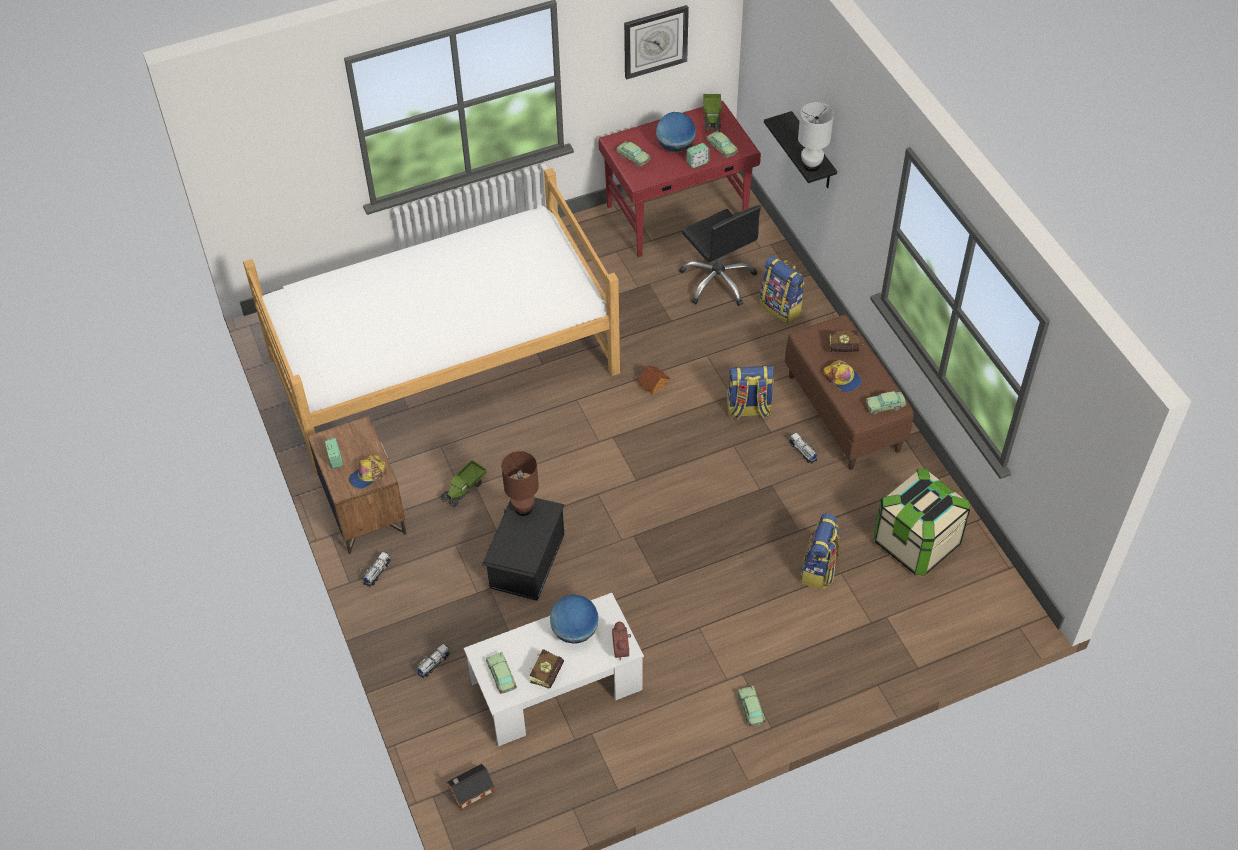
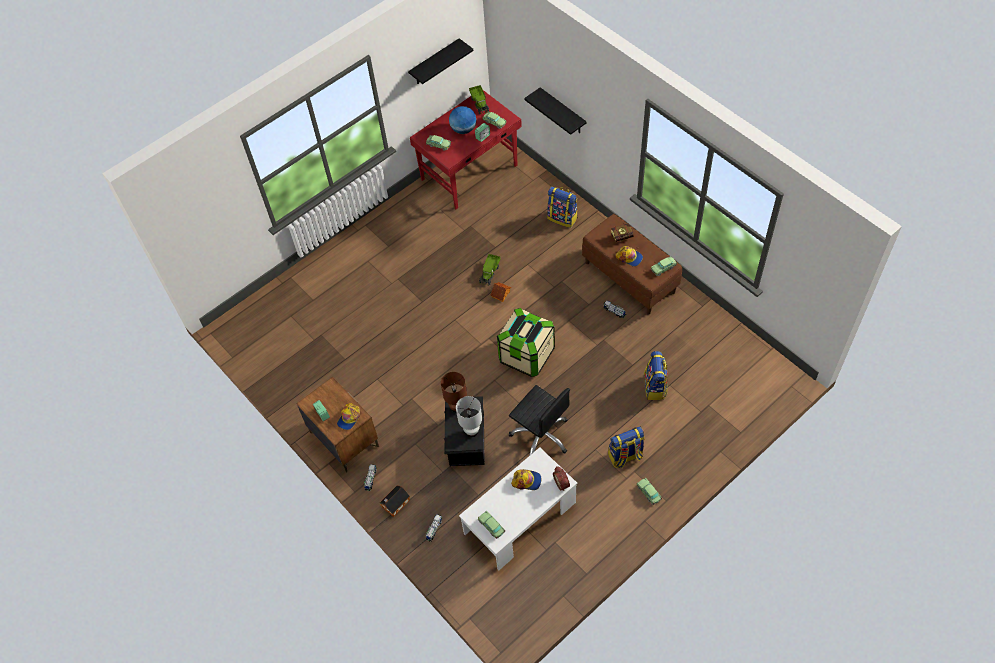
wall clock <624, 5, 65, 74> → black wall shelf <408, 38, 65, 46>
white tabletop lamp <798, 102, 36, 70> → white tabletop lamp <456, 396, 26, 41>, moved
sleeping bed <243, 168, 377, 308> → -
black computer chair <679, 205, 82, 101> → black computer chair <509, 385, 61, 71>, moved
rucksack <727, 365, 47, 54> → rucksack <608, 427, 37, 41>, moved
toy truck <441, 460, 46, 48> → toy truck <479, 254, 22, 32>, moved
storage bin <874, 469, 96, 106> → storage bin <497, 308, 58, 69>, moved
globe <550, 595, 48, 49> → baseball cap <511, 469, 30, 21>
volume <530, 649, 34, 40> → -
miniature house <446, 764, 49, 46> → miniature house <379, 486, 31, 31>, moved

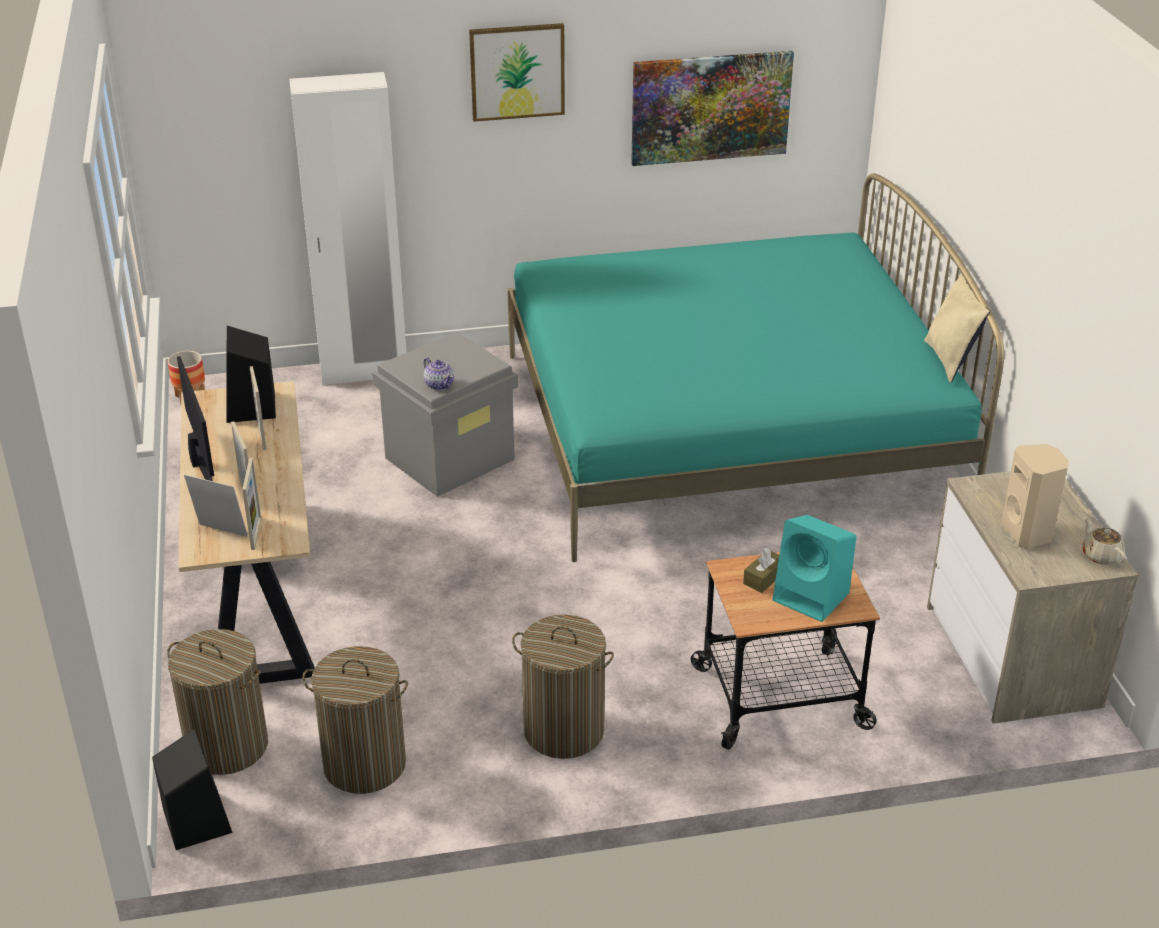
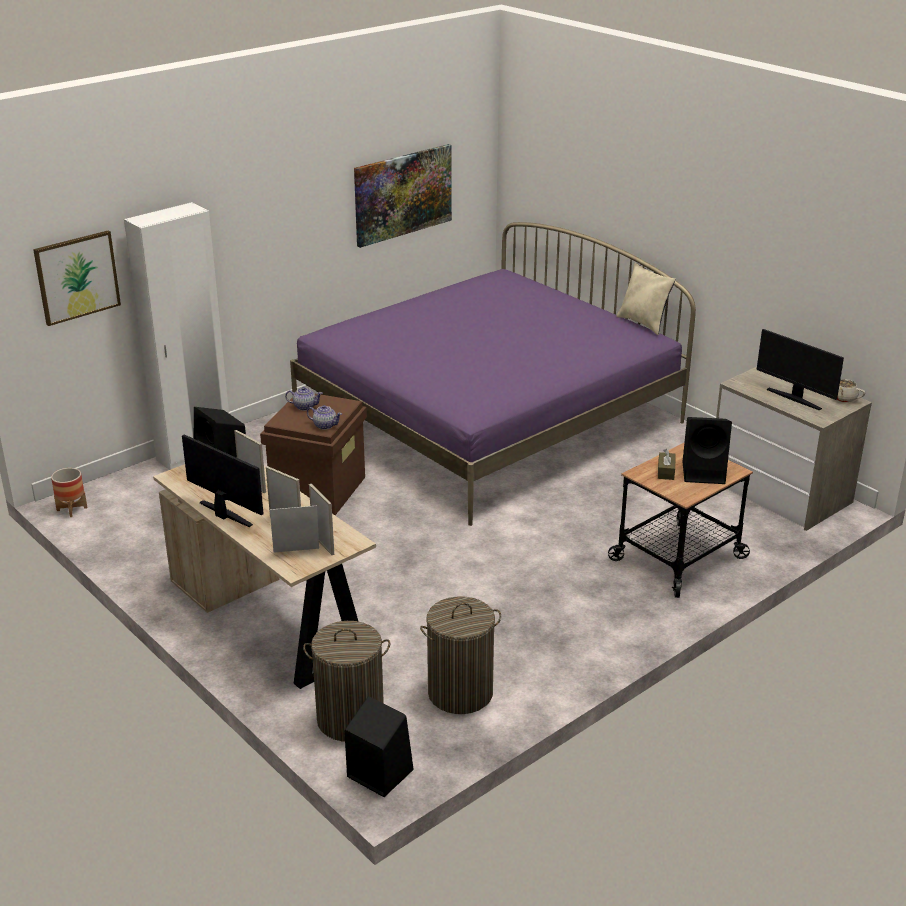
wall art <469, 23, 96, 99> → wall art <33, 231, 88, 95>, moved
turquoise sleeping bed <507, 173, 497, 389> → purplish sleeping bed <290, 222, 406, 304>
gray storage bin <373, 332, 145, 165> → brown storage bin <260, 393, 107, 122>
beige loudspeaker <1001, 444, 68, 105> → monitor <756, 329, 88, 82>
turquoise loudspeaker <772, 515, 85, 107> → black loudspeaker <683, 417, 49, 67>
washing basket <512, 614, 102, 145> → -
- → pot for tea <285, 387, 38, 24>

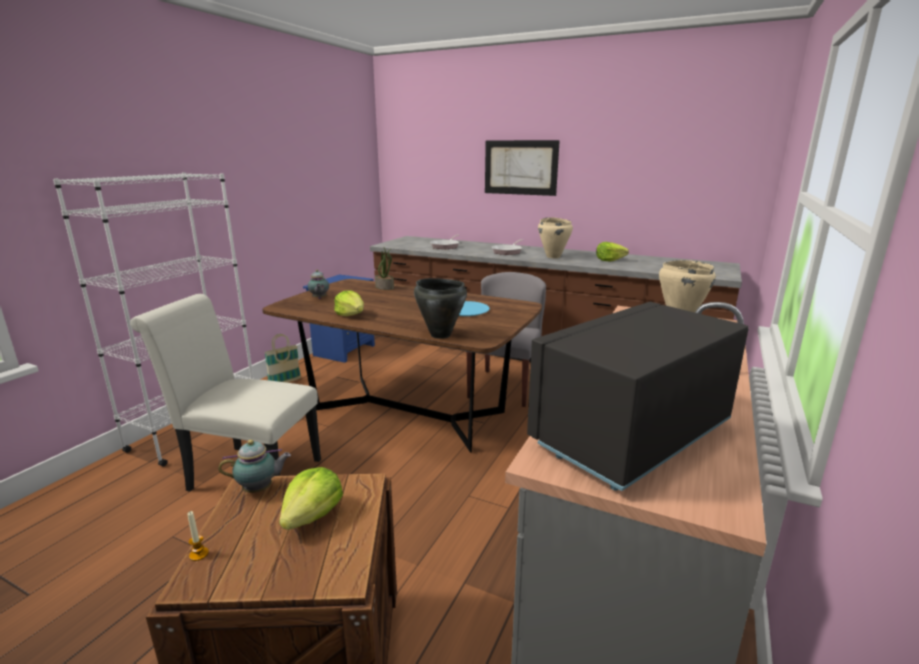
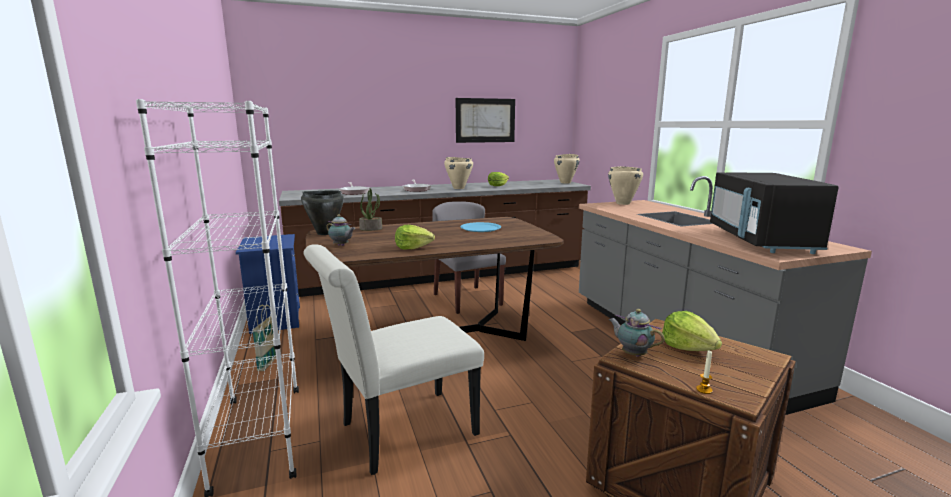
wall art <485, 140, 75, 56> → wall art <456, 98, 59, 45>, moved
black cooking pot <414, 278, 53, 61> → black cooking pot <301, 190, 43, 45>, moved
pot for tea <218, 439, 73, 54> → pot for tea <609, 309, 56, 48>, 75 degrees counterclockwise
- → beige cooking pot <554, 154, 26, 29>

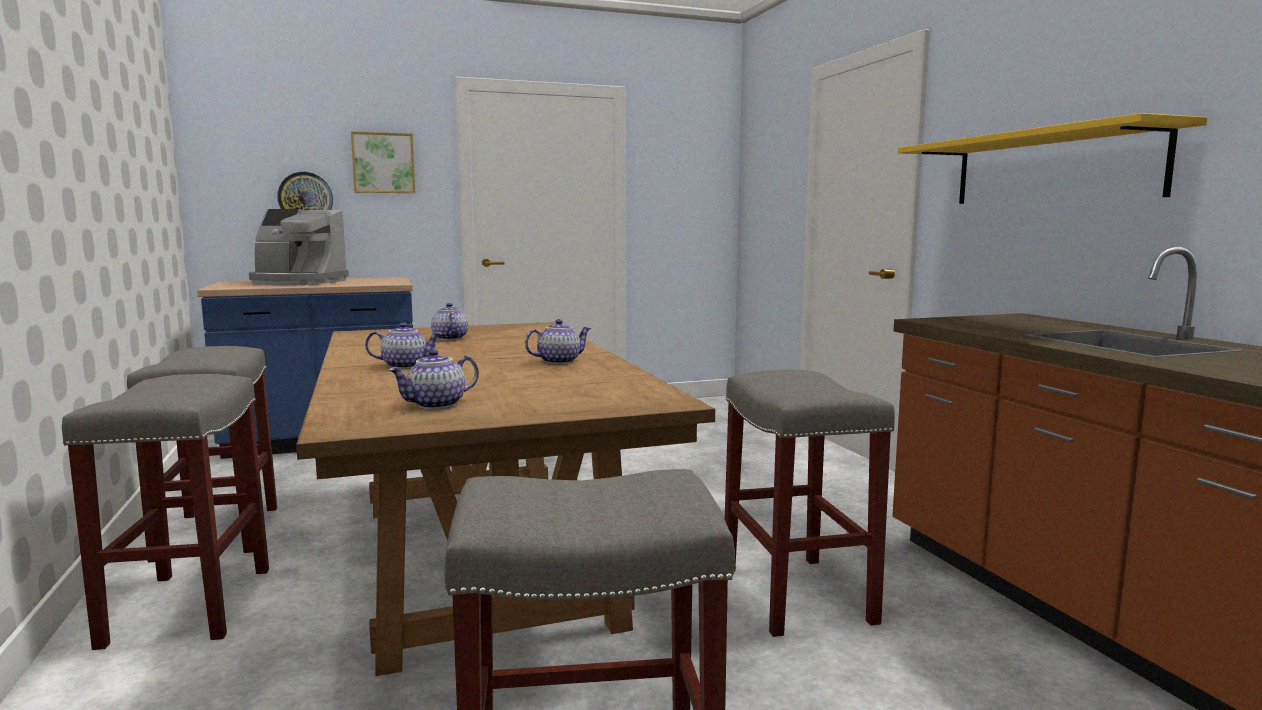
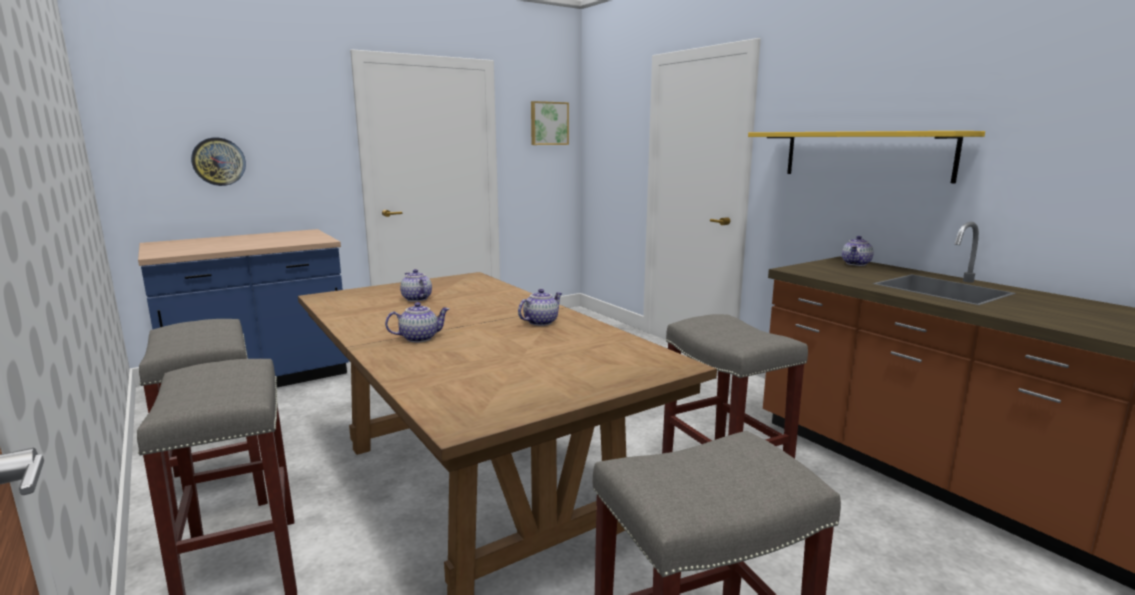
wall art <351, 131, 64, 62> → wall art <531, 101, 38, 44>, moved
coffee maker <249, 209, 100, 76> → -
pot for tea <388, 350, 91, 59> → pot for tea <842, 236, 32, 30>, moved

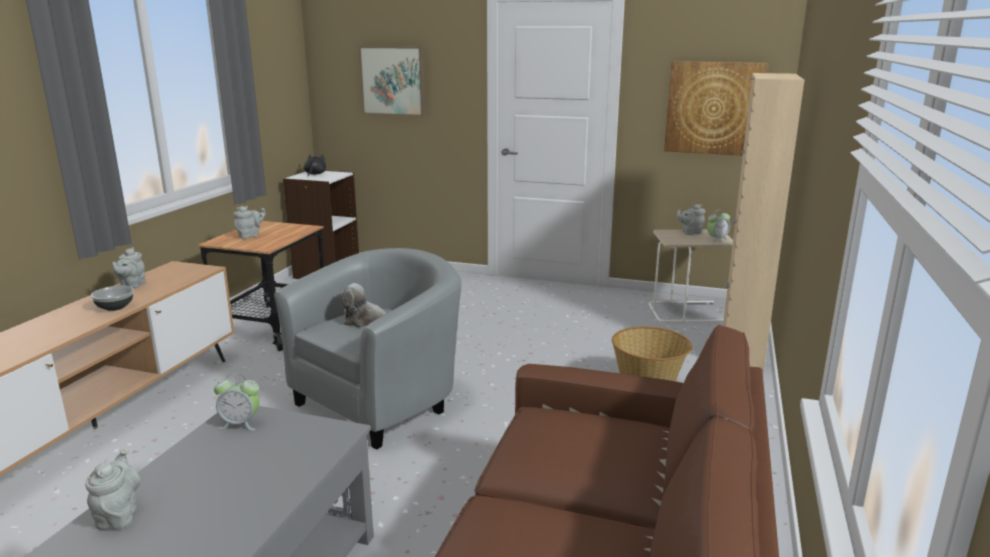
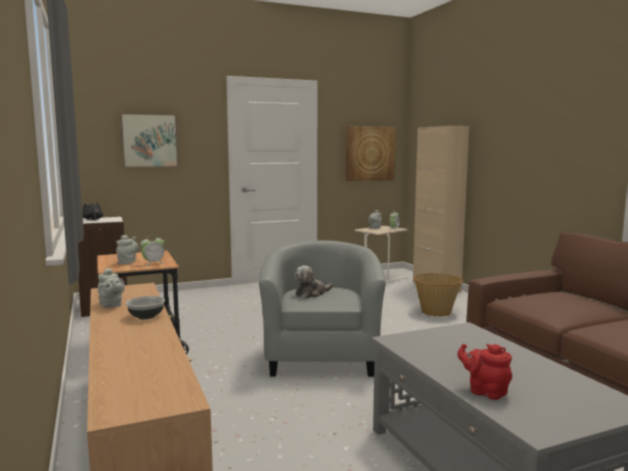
table clock <214, 374, 45, 56> → table clock <140, 238, 25, 28>, moved
gray pot for tea <85, 448, 56, 82> → reddish pot for tea <457, 344, 55, 56>

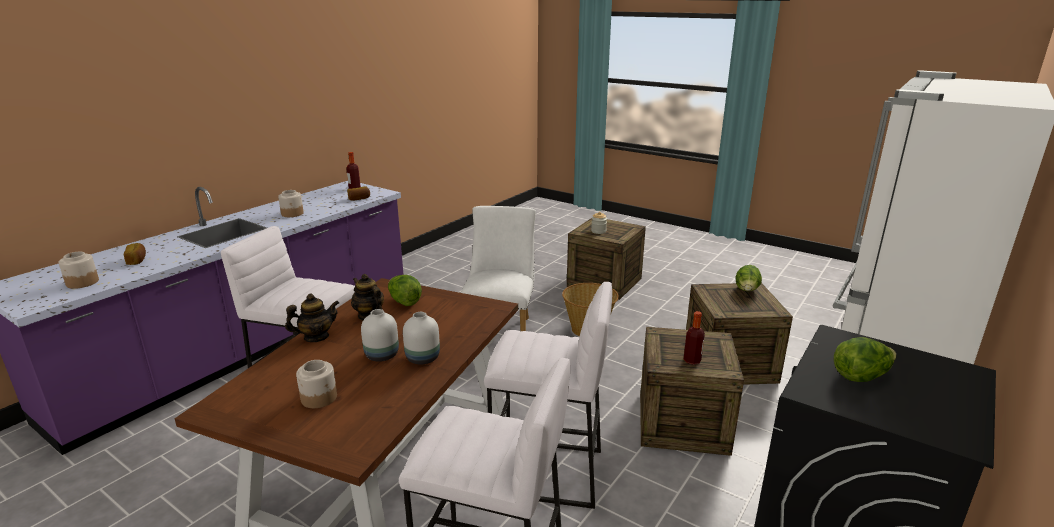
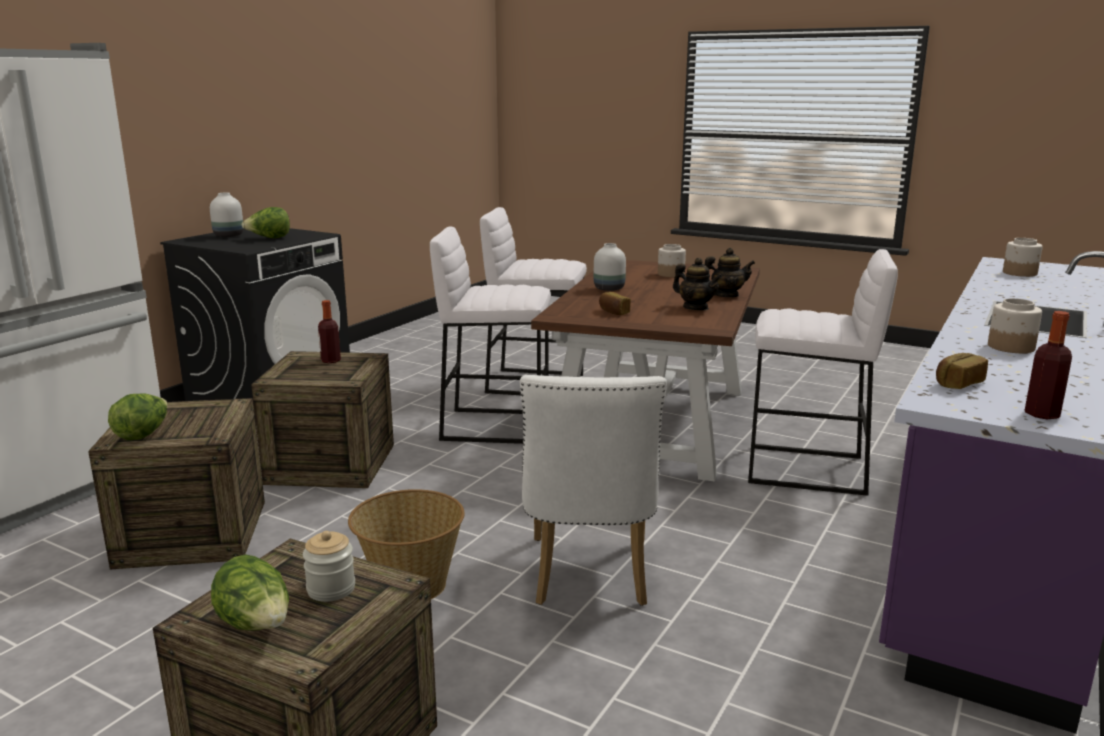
bakery bread <124, 243, 22, 22> → bakery bread <599, 292, 32, 23>, moved
lettuce head <388, 275, 34, 31> → lettuce head <211, 554, 78, 77>, moved
pot for tea <285, 293, 54, 49> → pot for tea <705, 248, 50, 49>, 150 degrees counterclockwise
white flower vase <361, 309, 38, 53> → white flower vase <210, 192, 34, 45>, moved

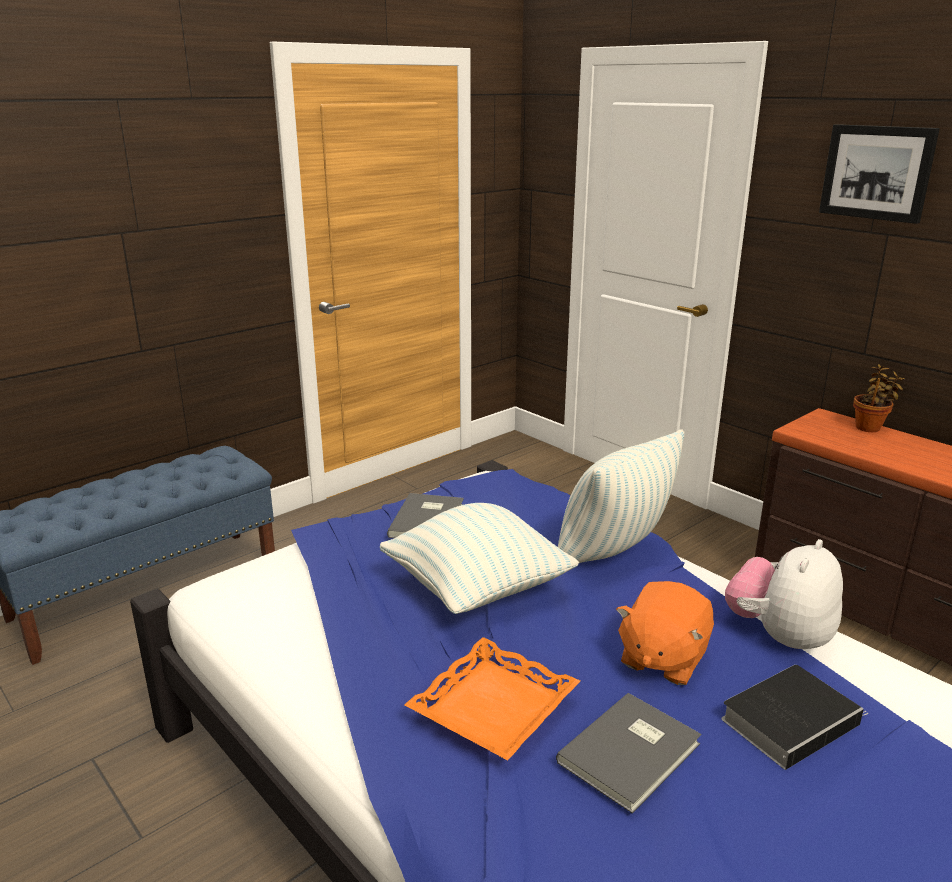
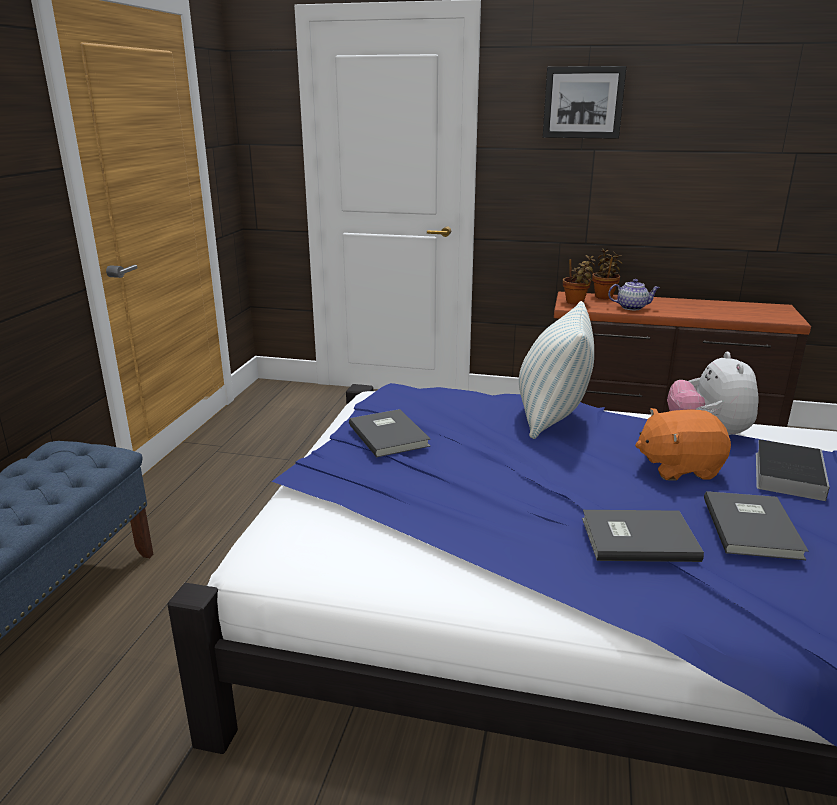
pillow <380, 503, 199, 111> → -
orangey soft toy <616, 581, 98, 104> → orangey soft toy <635, 408, 96, 72>, 90 degrees clockwise
orangey tray <404, 637, 176, 123> → gray volume <582, 510, 122, 52>
- → plant in a pot <563, 255, 33, 50>
- → pot for tea <608, 279, 52, 31>

